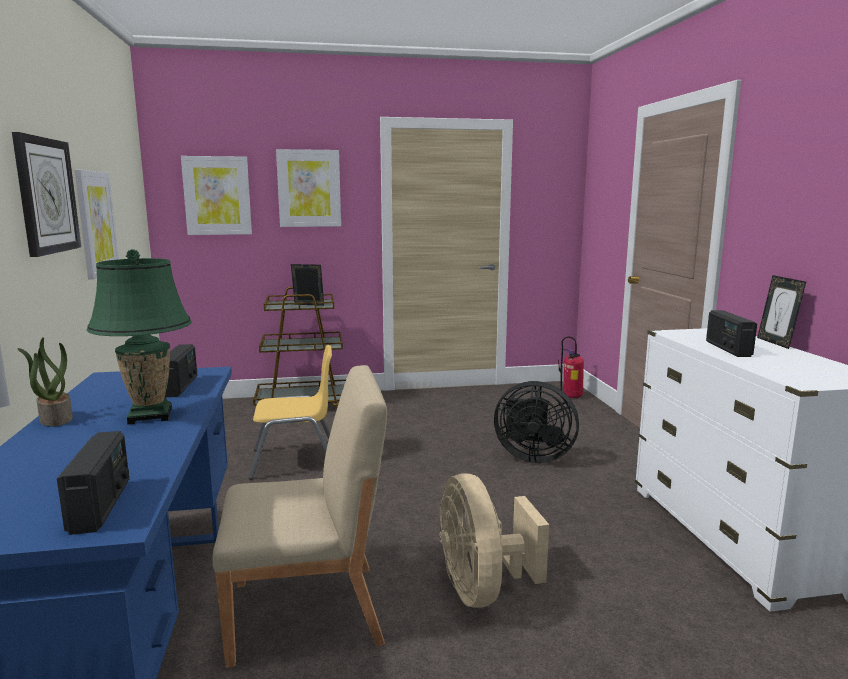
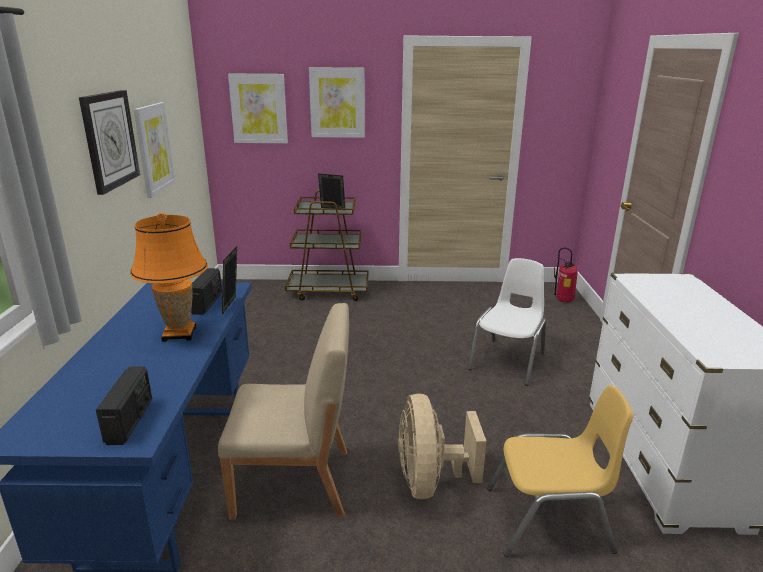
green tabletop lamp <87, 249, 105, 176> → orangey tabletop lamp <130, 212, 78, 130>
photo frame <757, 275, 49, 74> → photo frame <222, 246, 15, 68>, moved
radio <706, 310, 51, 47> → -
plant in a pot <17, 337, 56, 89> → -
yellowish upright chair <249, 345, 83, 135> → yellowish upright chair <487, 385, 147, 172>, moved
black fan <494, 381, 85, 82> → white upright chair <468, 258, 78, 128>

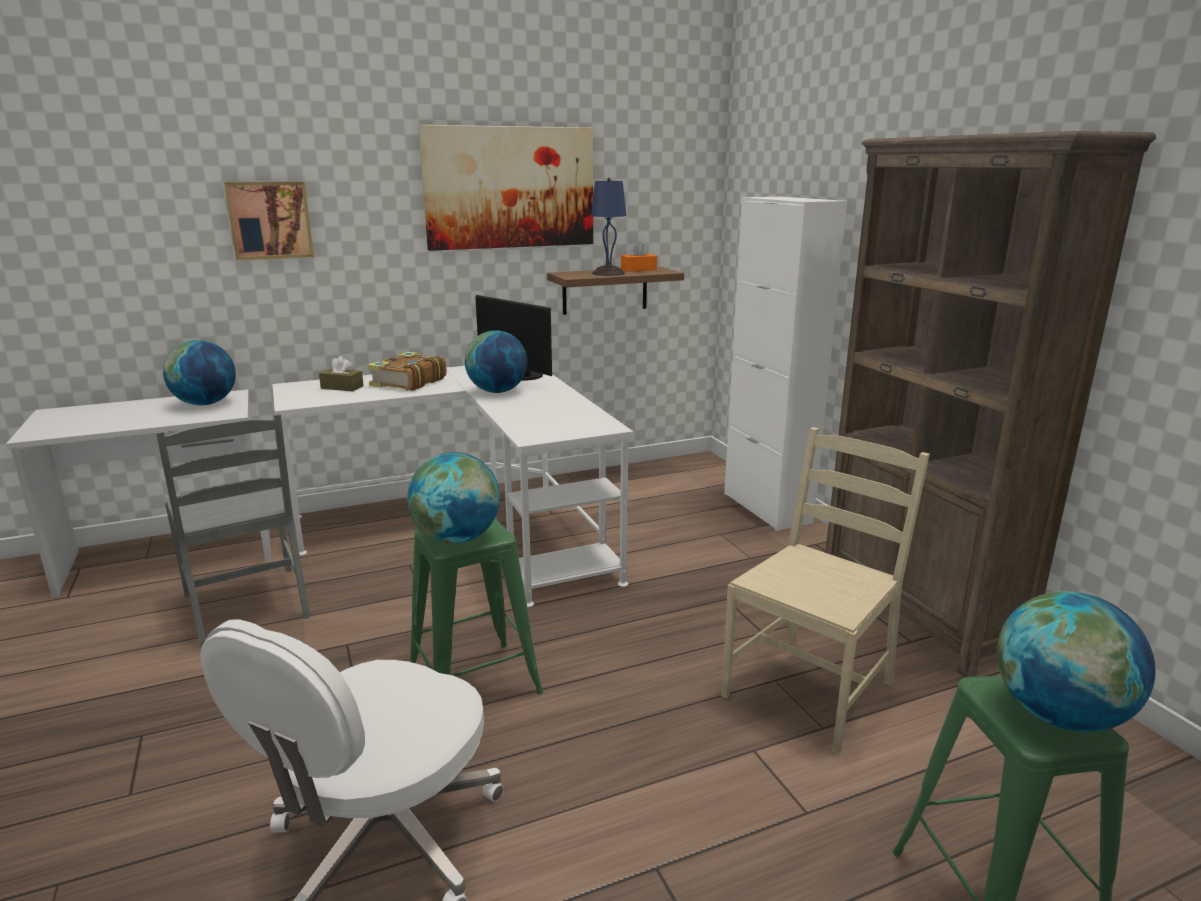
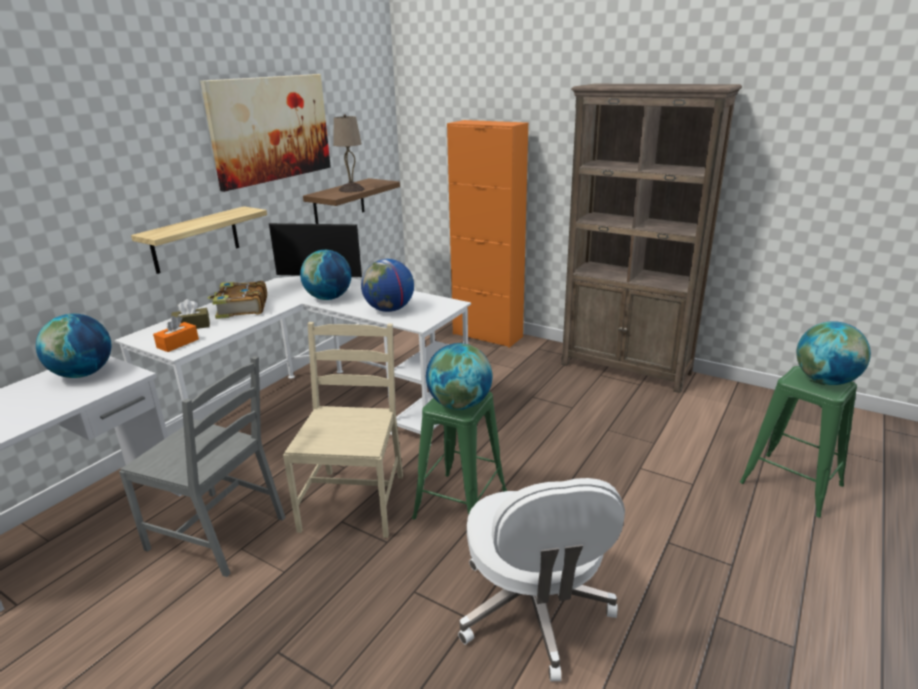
bluish tabletop lamp <591, 178, 35, 98> → beige tabletop lamp <333, 114, 32, 78>
wall art <224, 181, 90, 79> → -
white storage cabinet <724, 197, 123, 334> → orangey storage cabinet <447, 120, 81, 228>
orangey tissue box <621, 242, 36, 30> → orangey tissue box <153, 316, 46, 36>, moved
beige upright chair <721, 427, 209, 328> → beige upright chair <283, 322, 120, 216>, moved
- → wall shelf <131, 206, 136, 68>
- → globe <361, 259, 53, 53>

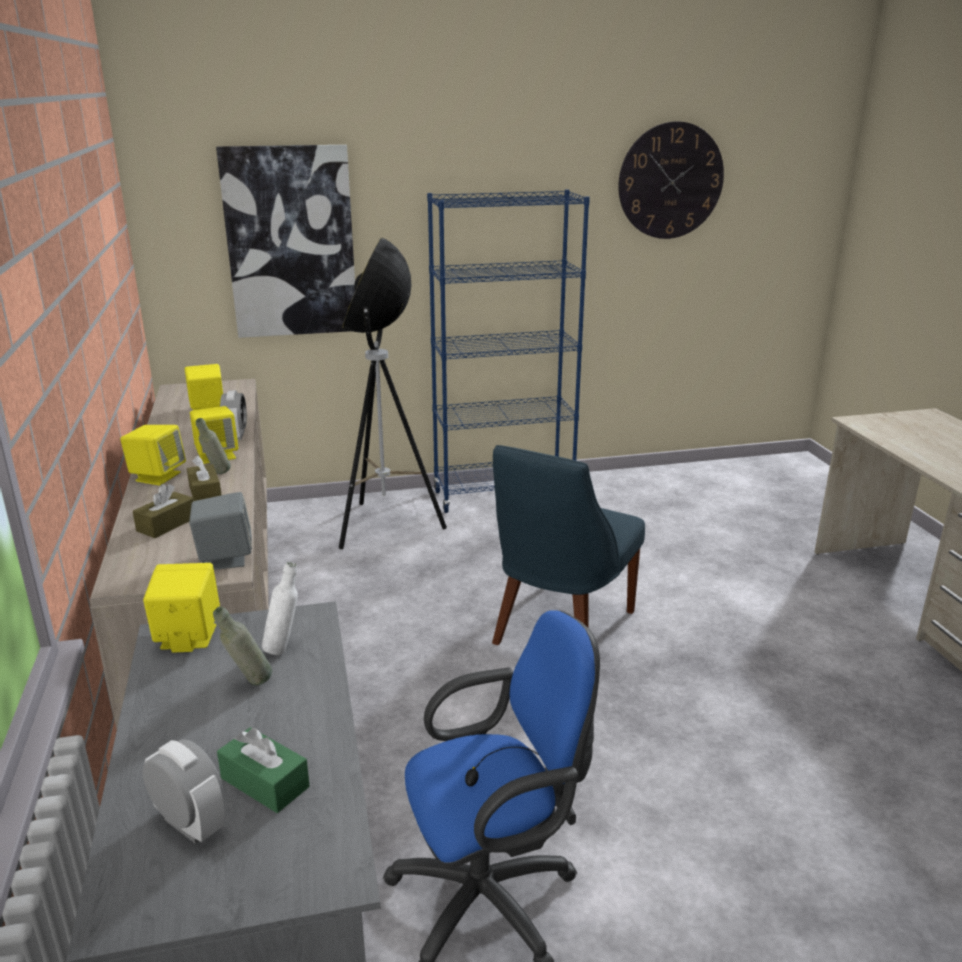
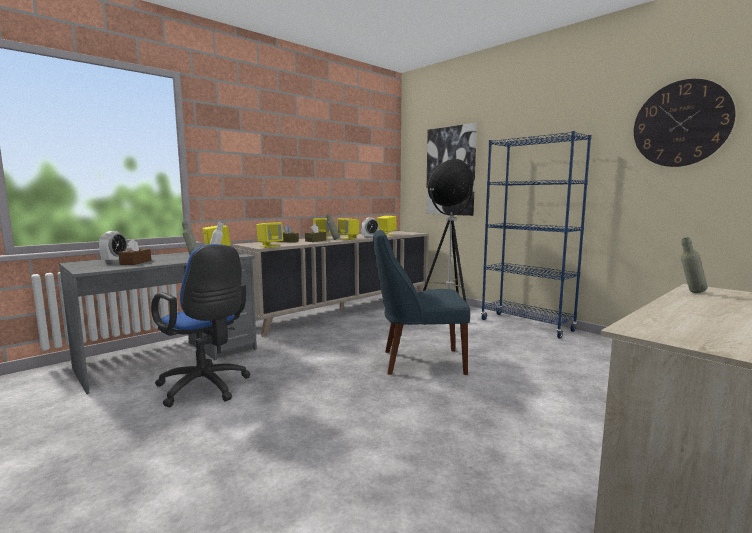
gray loudspeaker <189, 492, 63, 78> → yellowish loudspeaker <256, 222, 27, 26>
green tissue box <217, 727, 93, 86> → brown tissue box <118, 239, 33, 26>
- → gray bottle <681, 237, 26, 56>

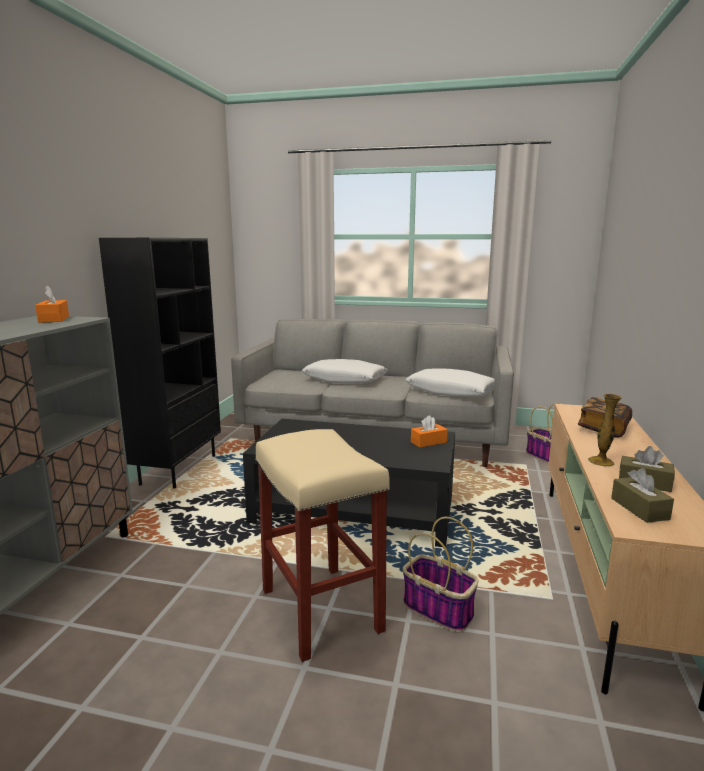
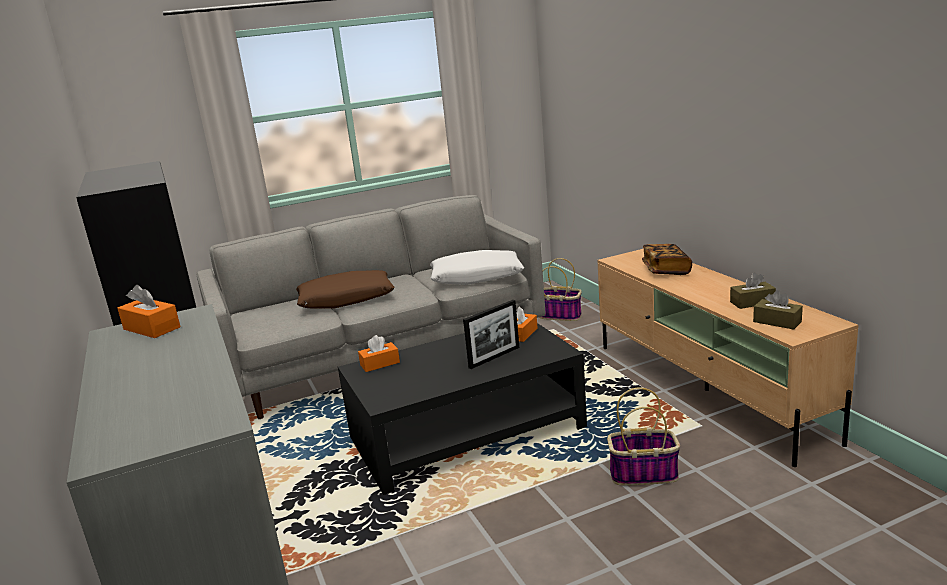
white pillow <302, 359, 86, 24> → brown pillow <296, 270, 98, 39>
flower vase <588, 394, 34, 72> → -
beige stool seat <255, 429, 135, 233> → -
- → photo frame <463, 300, 56, 69>
- → orangey tissue box <358, 335, 42, 37>

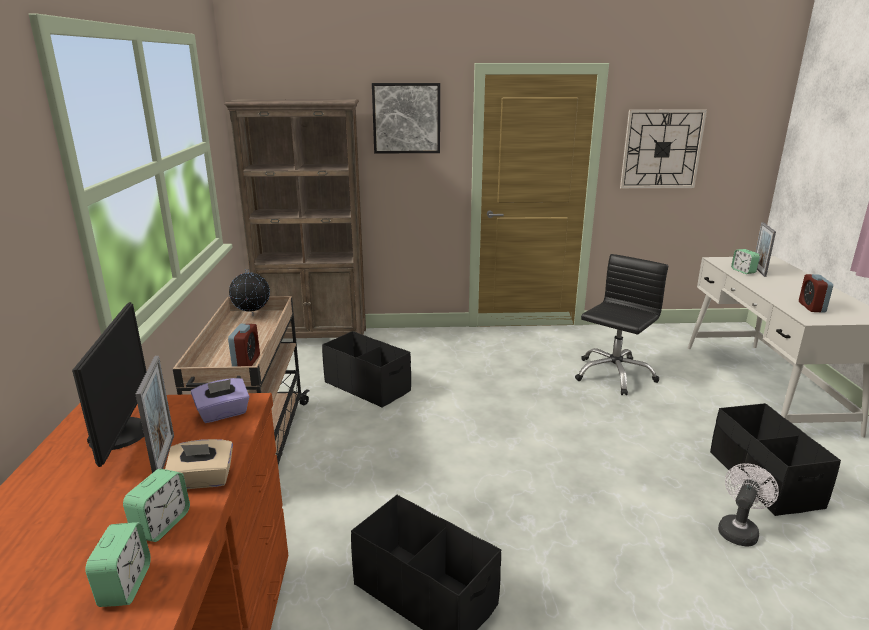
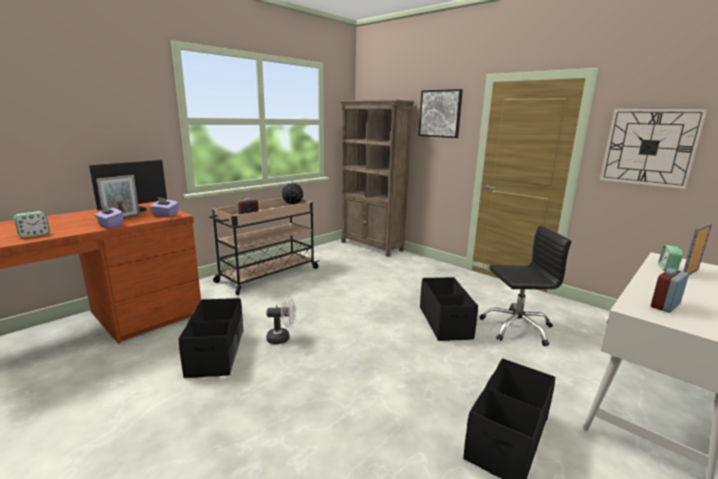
black storage bin <322, 331, 89, 77> → black storage bin <420, 277, 58, 64>, moved
beige tissue box <165, 439, 68, 50> → purplish tissue box <95, 206, 28, 22>
white fan <718, 463, 61, 84> → white fan <266, 297, 30, 47>, moved
table clock <123, 469, 67, 73> → -

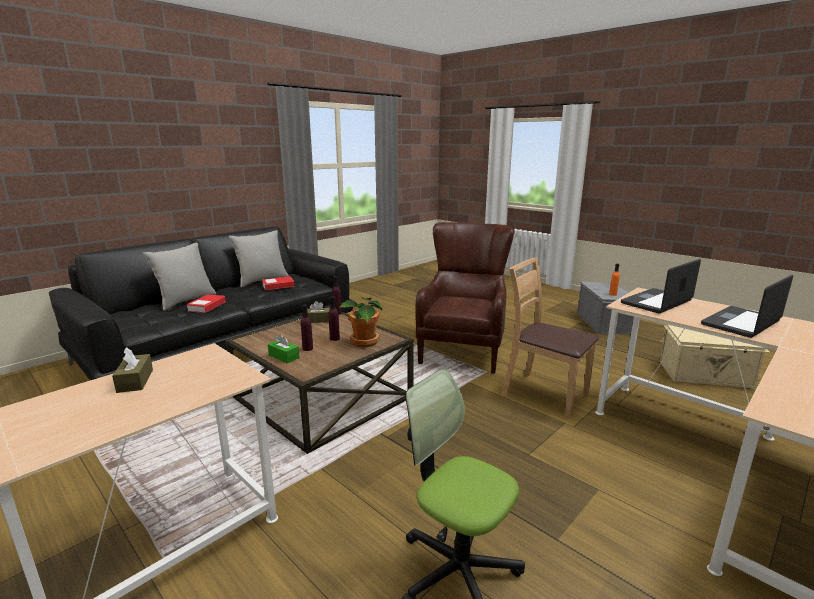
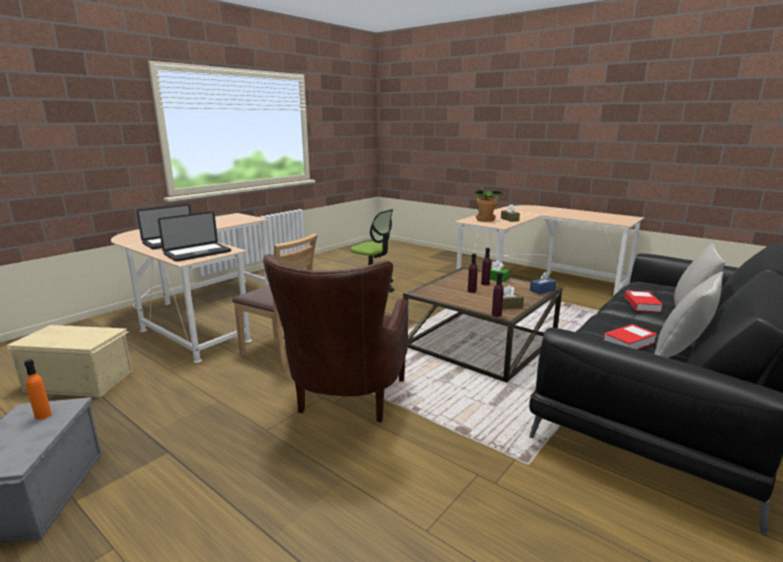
plant in a pot <339, 296, 43, 52> → plant in a pot <475, 189, 28, 33>, moved
- → bluish tissue box <530, 272, 27, 22>

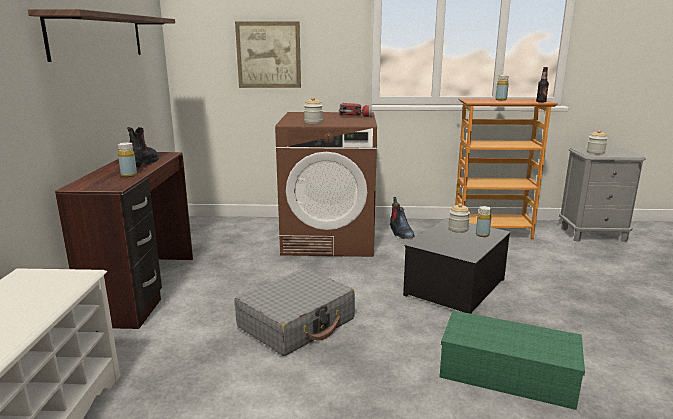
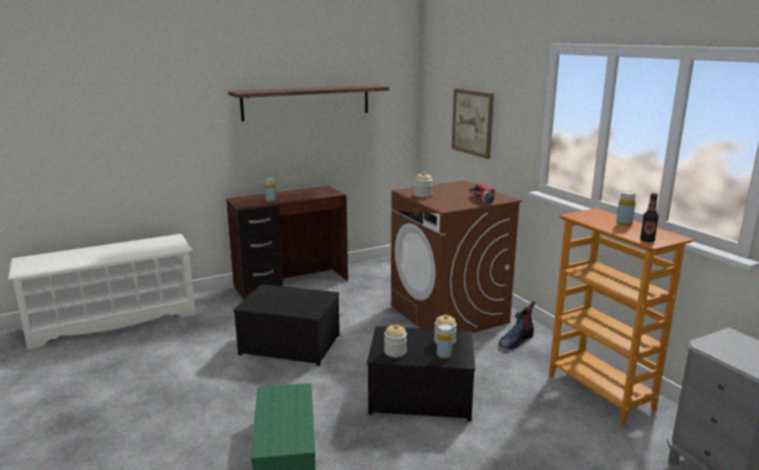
high-top boot <127, 127, 32, 41> → -
preserve jar <587, 130, 21, 24> → preserve jar <384, 324, 23, 33>, moved
gray piece of luggage <234, 268, 121, 88> → storage bin <233, 284, 107, 82>

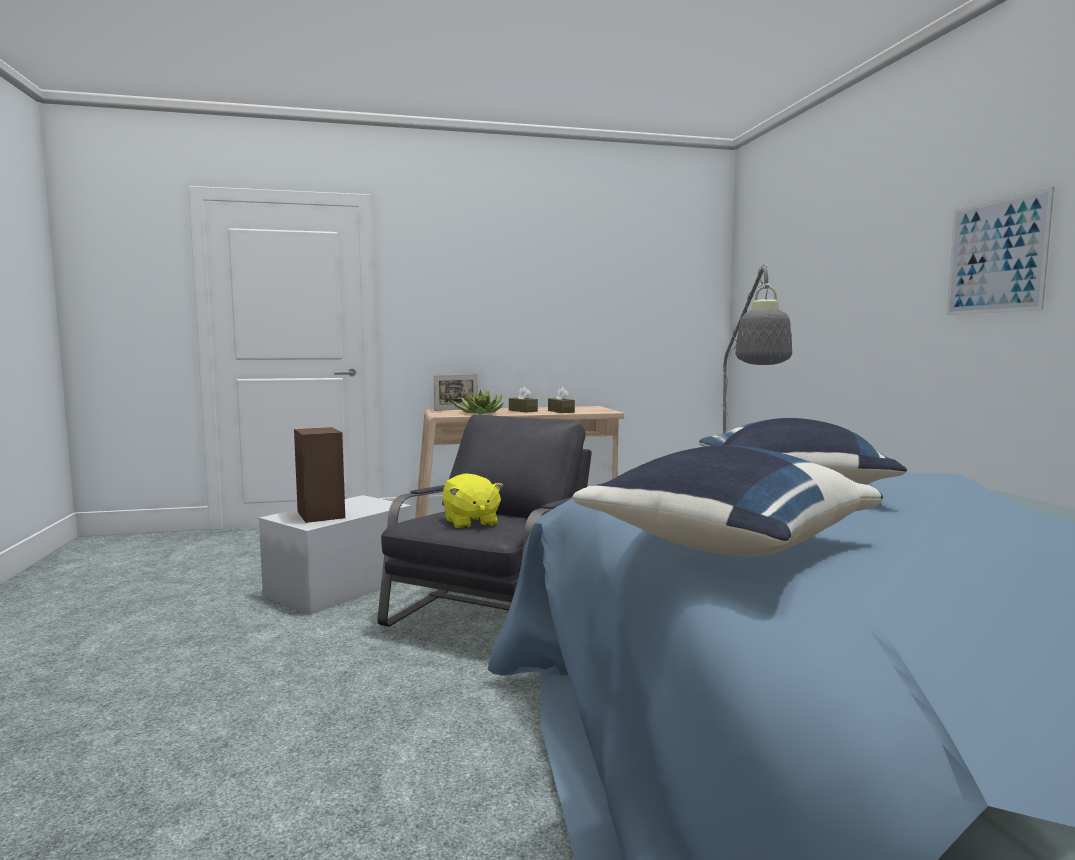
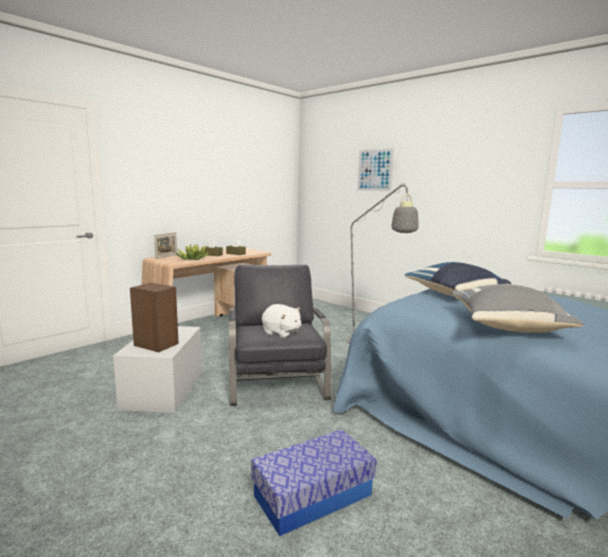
wall art <947, 187, 107, 128> → wall art <357, 148, 37, 43>, moved
bluish pillow <572, 445, 311, 112> → gray pillow <451, 284, 133, 49>
yellowish soft toy <442, 473, 61, 55> → white soft toy <262, 304, 39, 34>
- → storage bin <251, 429, 126, 107>

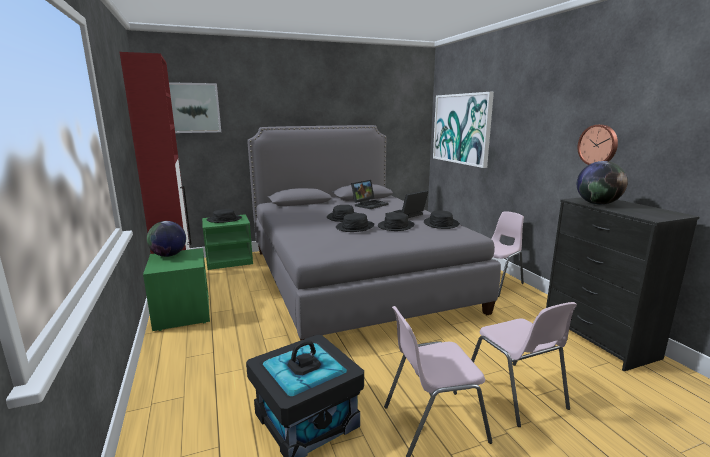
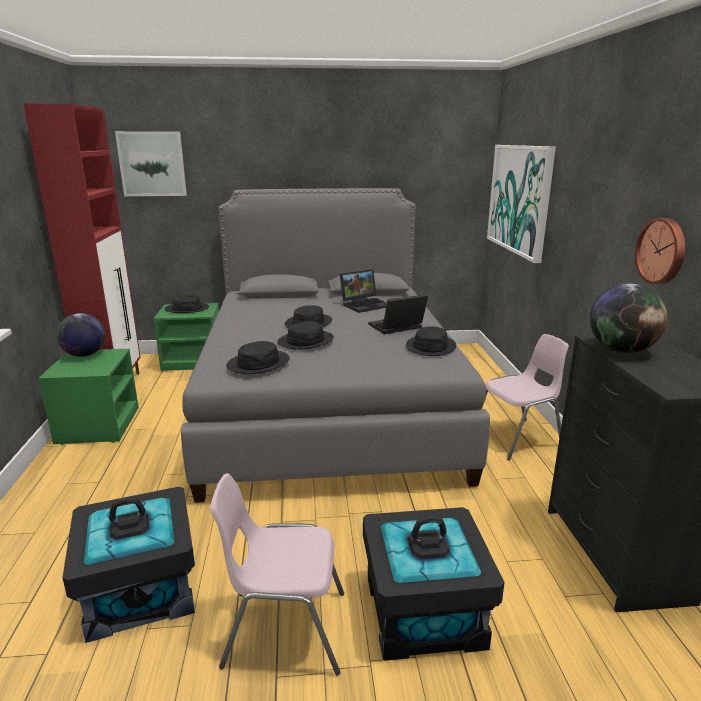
black hat <378, 212, 36, 19> → black hat <226, 341, 64, 33>, moved
pinkish upright chair <471, 302, 106, 125> → black storage bin <363, 507, 142, 154>

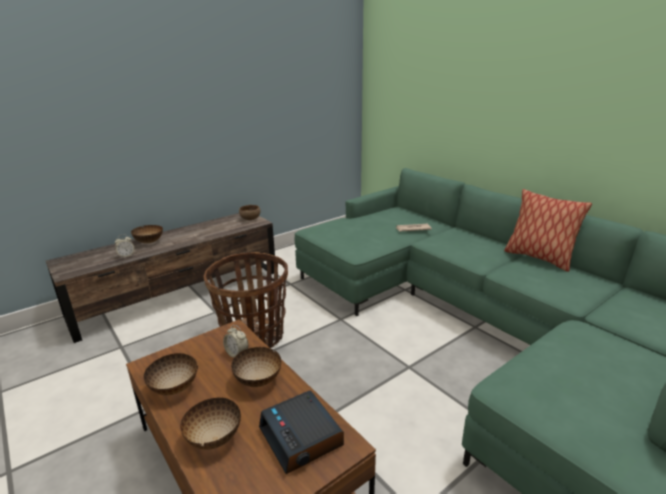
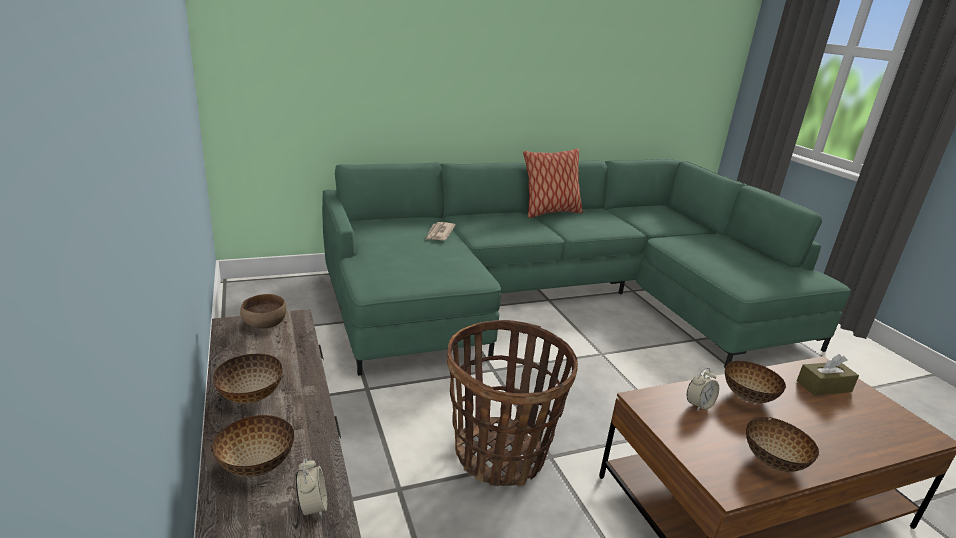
table clock <259, 390, 85, 84> → brown tissue box <797, 354, 62, 42>
serving bowl <180, 397, 61, 53> → serving bowl <212, 354, 71, 50>, moved

